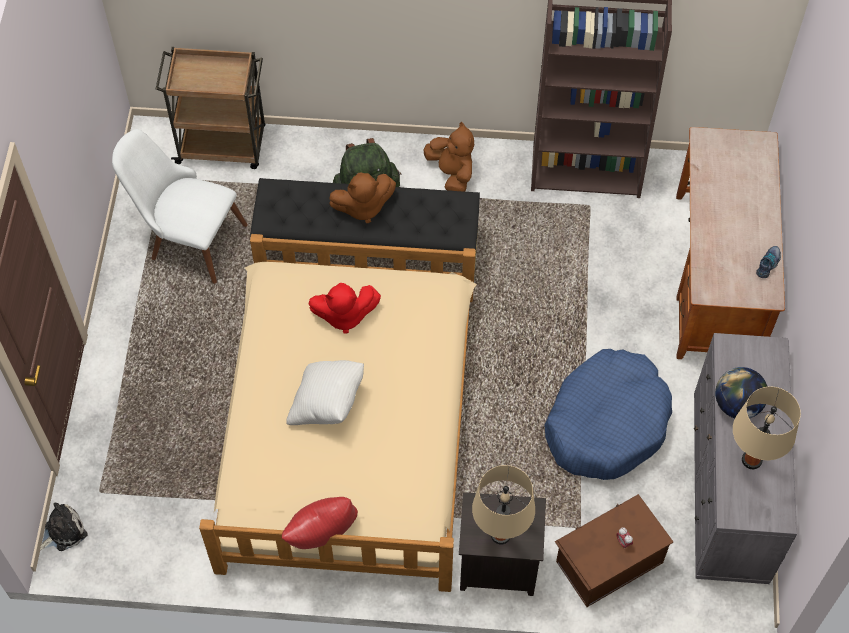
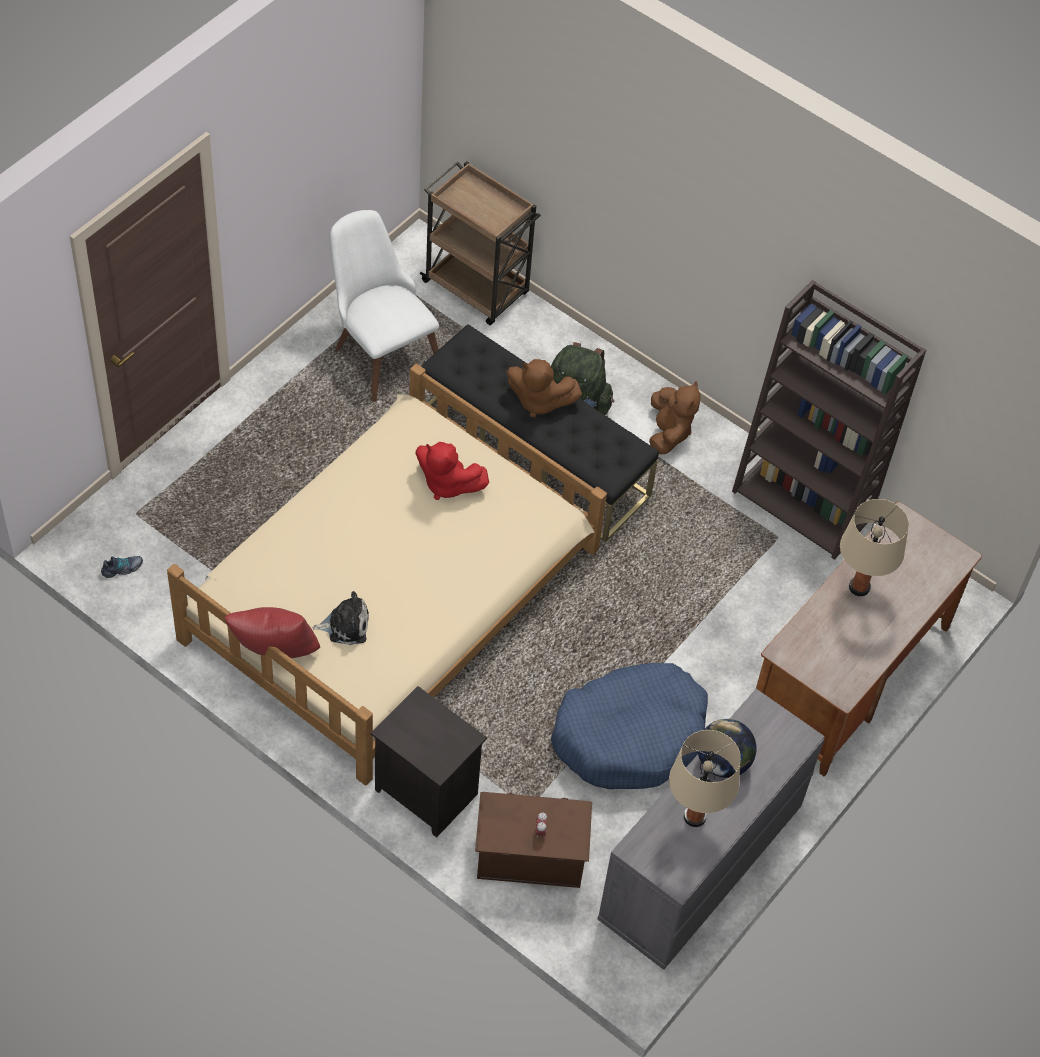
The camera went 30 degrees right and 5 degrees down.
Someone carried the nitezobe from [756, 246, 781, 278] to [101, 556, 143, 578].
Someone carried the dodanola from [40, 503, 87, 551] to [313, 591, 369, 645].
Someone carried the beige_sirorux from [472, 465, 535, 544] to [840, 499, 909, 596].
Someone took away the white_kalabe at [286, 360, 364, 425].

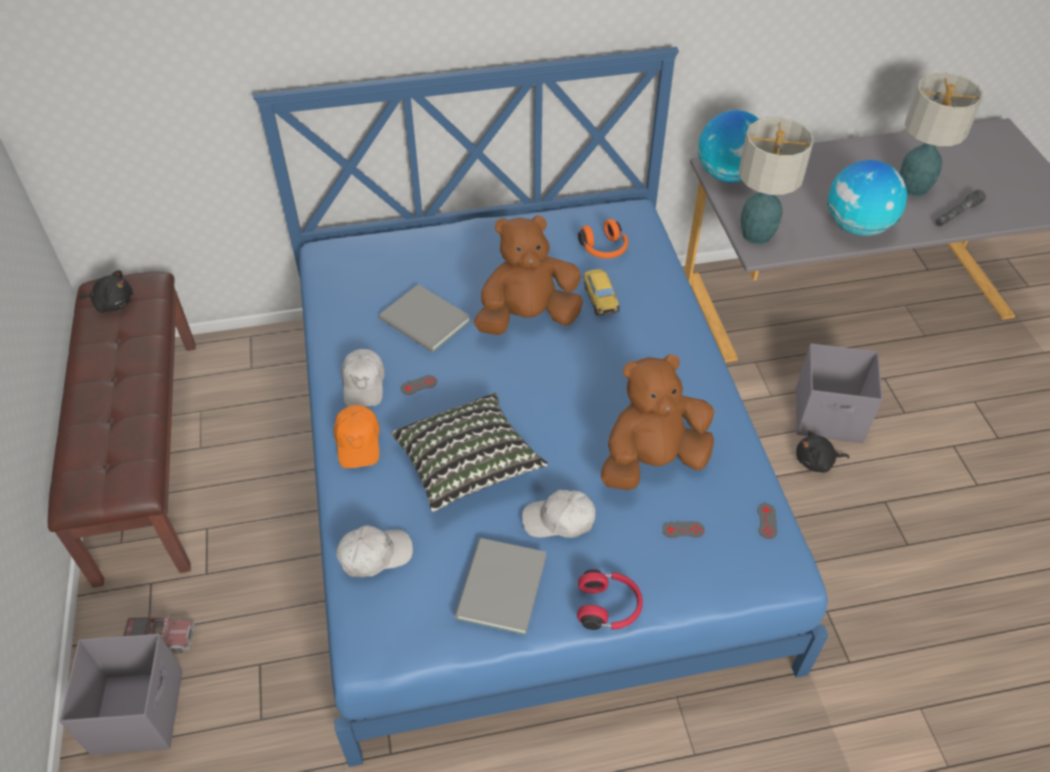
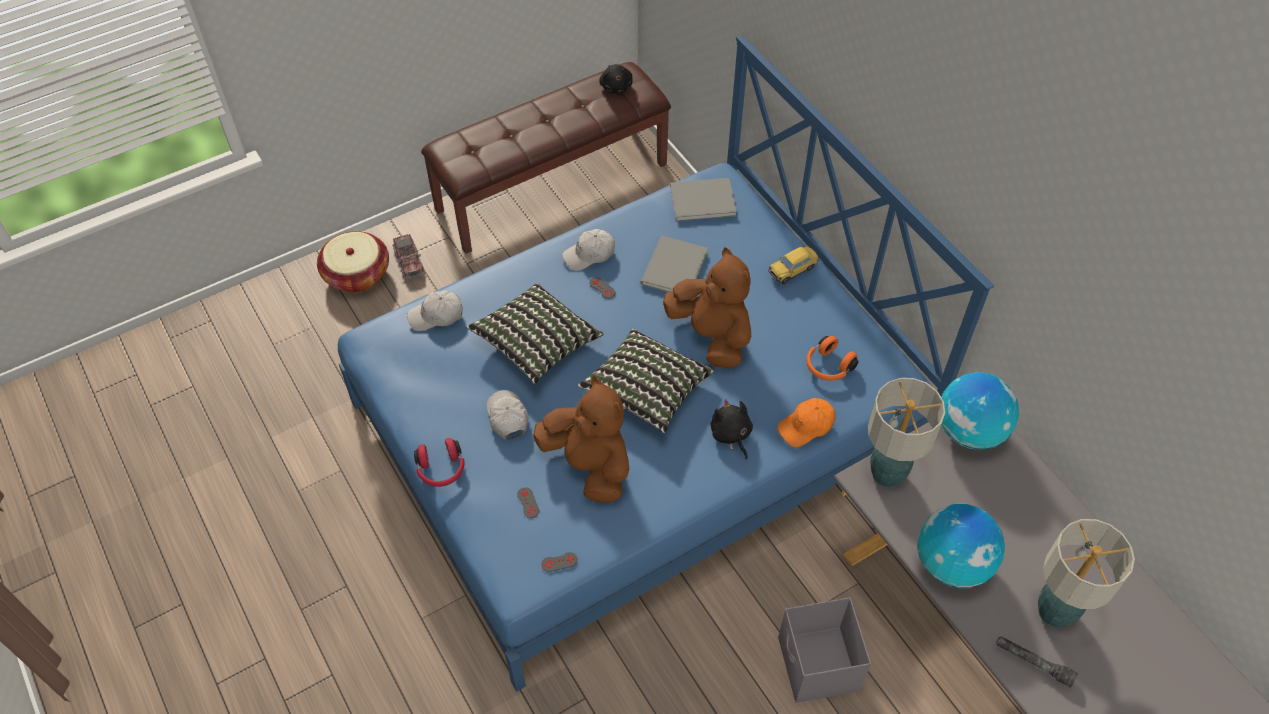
The camera went 70 degrees right and 5 degrees up.
Someone swapped the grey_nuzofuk at [59, 634, 182, 755] for the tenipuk at [317, 231, 389, 293].
Someone rotated the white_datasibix at [336, 525, 413, 577] by 120 degrees clockwise.
Someone put down the kalabe at [578, 328, 715, 433].
Someone carried the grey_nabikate from [455, 538, 546, 635] to [670, 178, 737, 221].
Someone carried the black_dodanola from [796, 430, 850, 473] to [711, 399, 753, 460].
Someone carried the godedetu from [583, 269, 620, 316] to [768, 247, 820, 284].
Someone carried the orange_datasibix from [334, 405, 380, 468] to [777, 398, 836, 447].

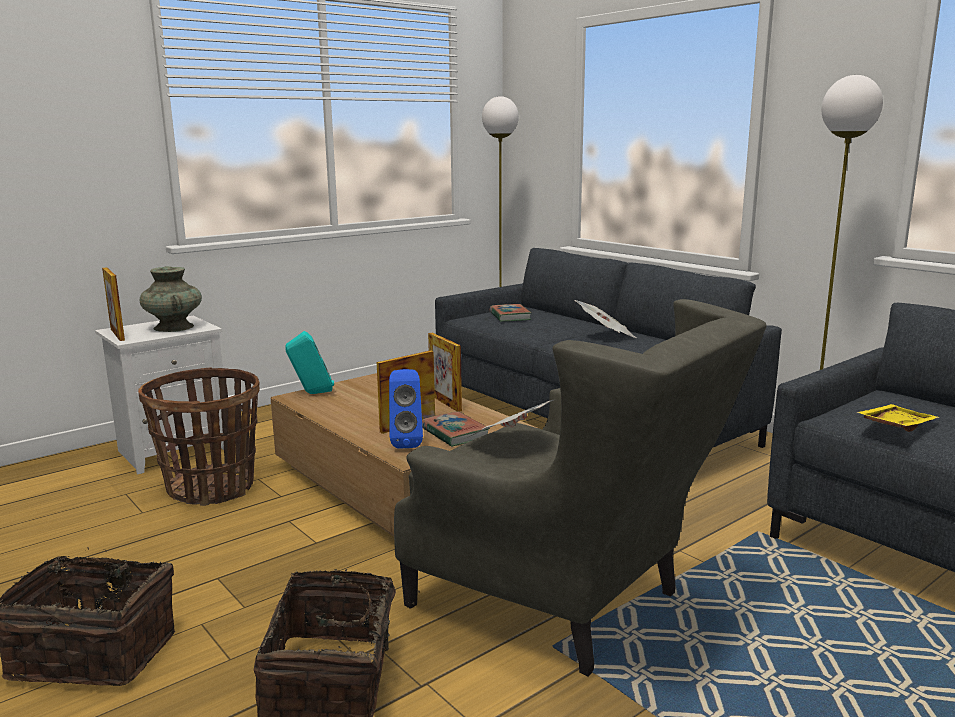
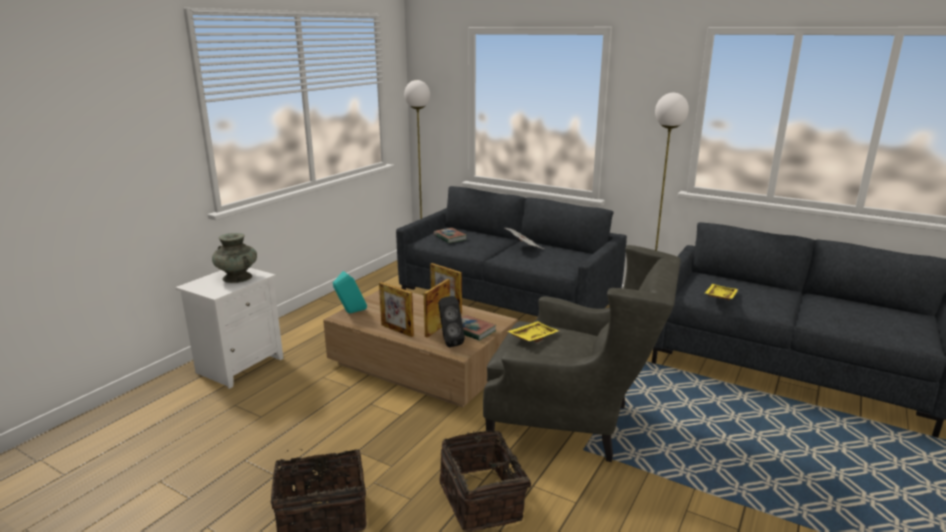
The camera went 20 degrees left and 5 degrees up.
Someone carried the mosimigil from [102, 267, 125, 341] to [379, 282, 414, 337].
Someone repainted the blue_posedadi at [389, 369, 423, 448], which became the black_posedadi at [438, 296, 465, 347].
Someone swapped the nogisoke at [464, 400, 553, 439] for the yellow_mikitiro at [507, 321, 559, 342].
Someone took away the tenipuk at [138, 367, 259, 506].

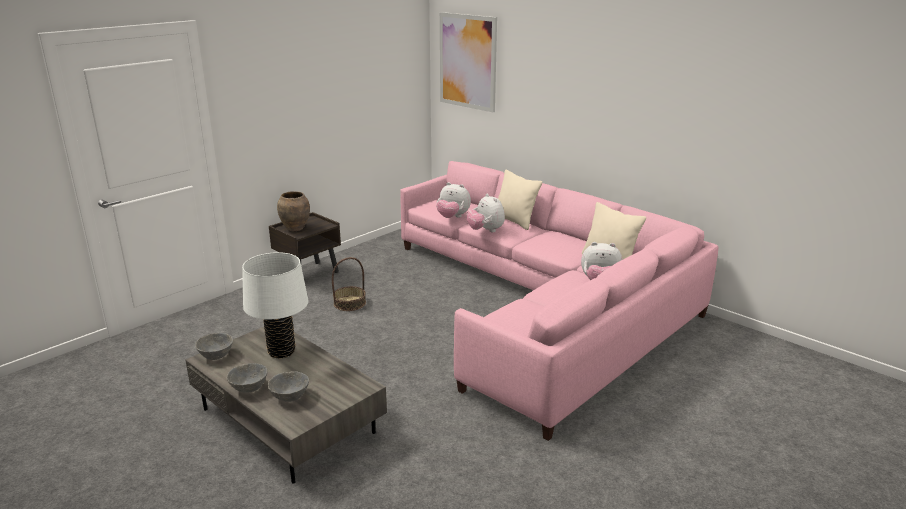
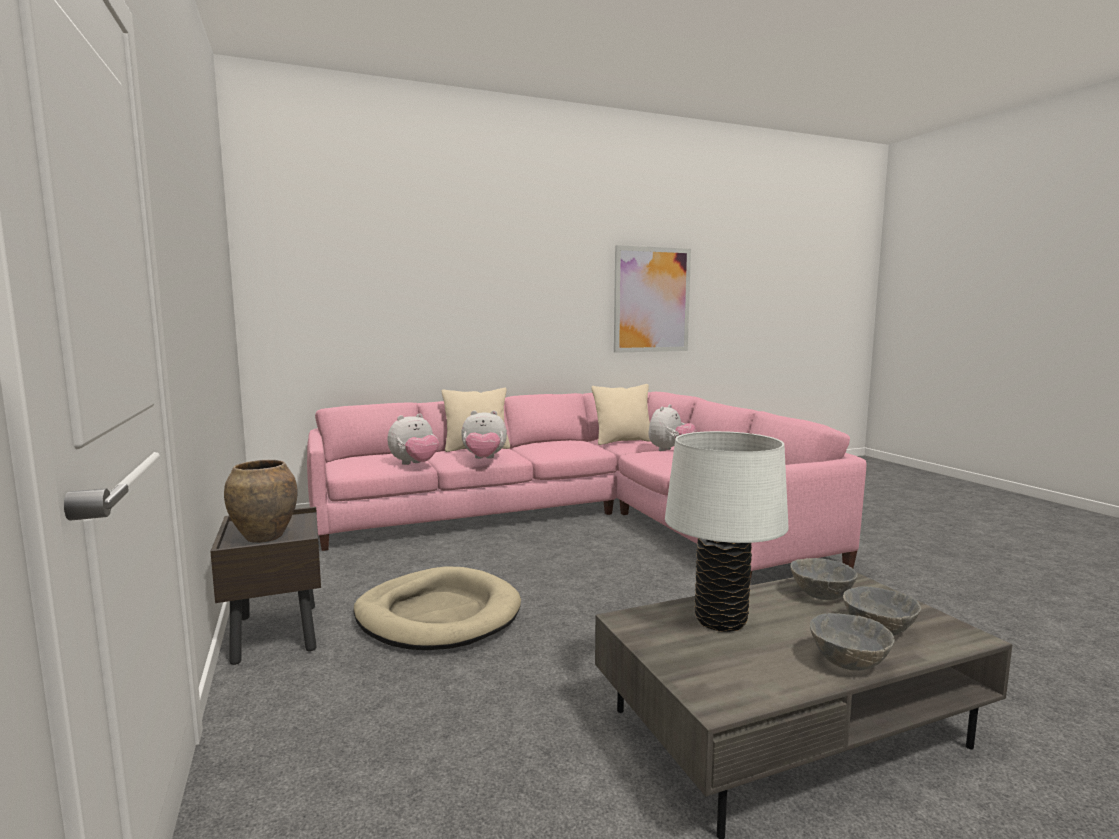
The camera went 65 degrees left and 15 degrees down.
Someone swapped the tenipuk at [332, 257, 366, 311] for the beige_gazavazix at [353, 566, 521, 650].
Someone carried the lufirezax from [440, 12, 497, 112] to [614, 245, 691, 353].
Someone carried the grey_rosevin from [195, 333, 233, 360] to [790, 558, 858, 600].

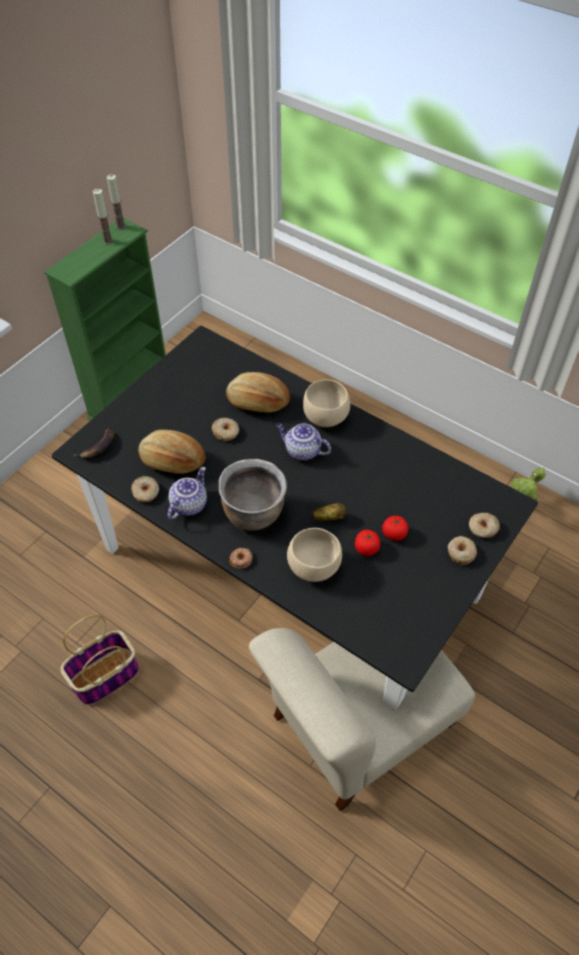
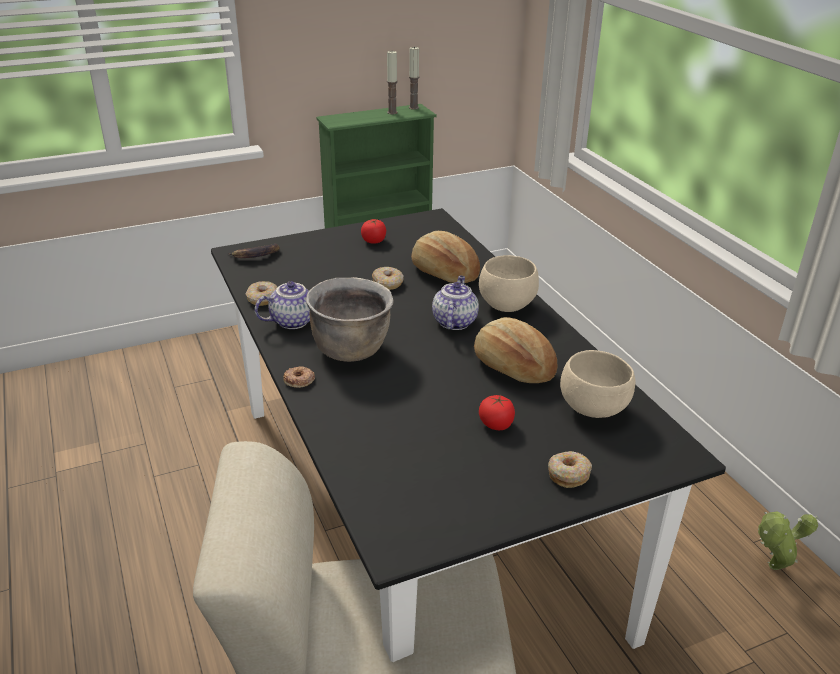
The camera went 30 degrees right and 20 degrees down.
Someone carried the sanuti from [355, 530, 380, 556] to [361, 219, 386, 244].
Someone rotated the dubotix at [276, 423, 331, 461] by 45 degrees clockwise.
Someone carried the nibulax from [138, 430, 206, 474] to [474, 317, 558, 383].
Someone carried the beige_rosevin from [287, 528, 342, 582] to [560, 350, 635, 418].
Someone took away the tenipuk at [60, 615, 139, 705].
Someone took away the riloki at [312, 503, 347, 521].
Someone took away the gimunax at [469, 513, 500, 538].

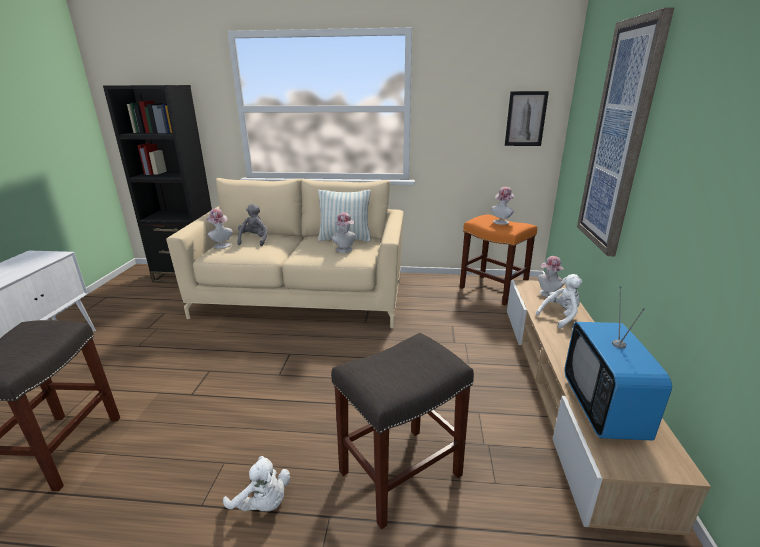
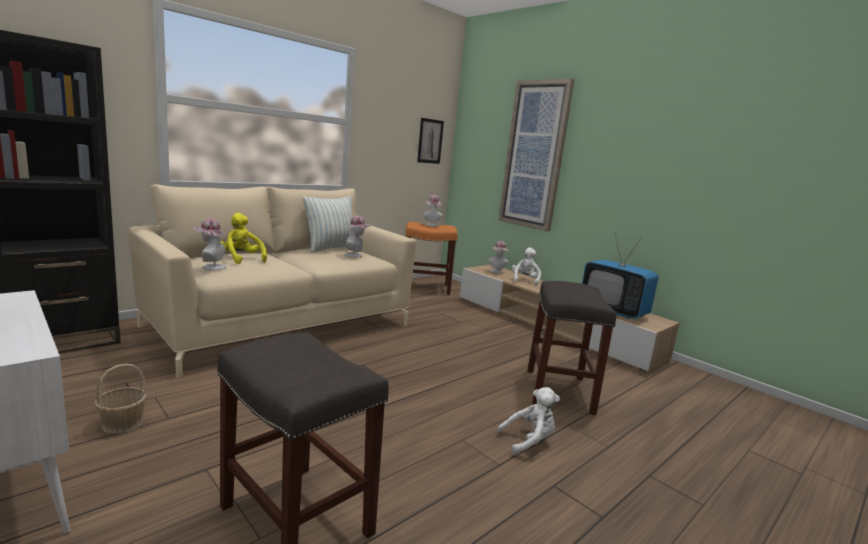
The camera went 50 degrees left and 10 degrees down.
Someone put down the tenipuk at [95, 364, 147, 434].
Someone repainted the grey_dodanola at [238, 203, 268, 246], which became the yellow_dodanola at [220, 213, 267, 264].

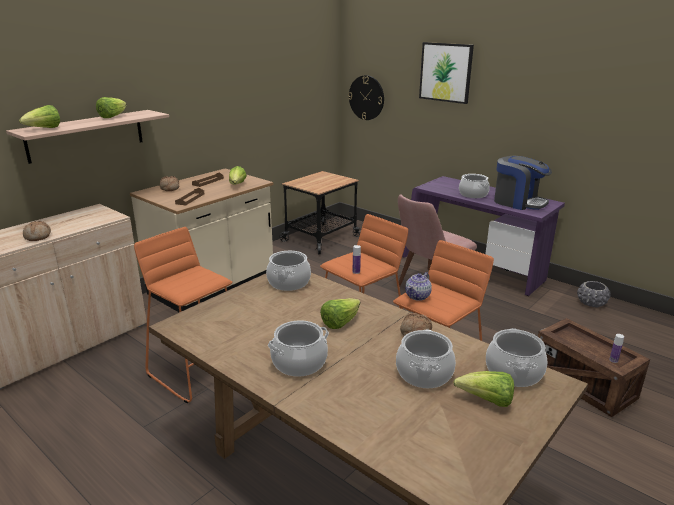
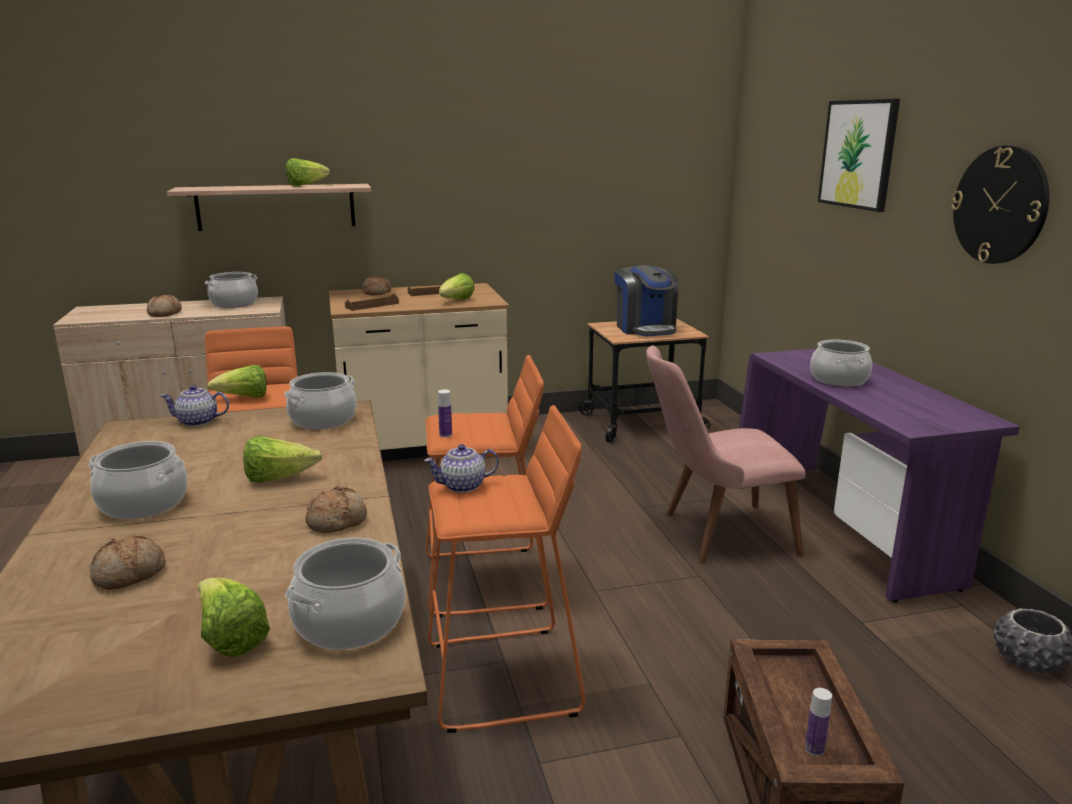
The camera went 35 degrees right and 5 degrees down.
Someone put down the nibulax at [90, 535, 166, 590].
Someone put down the dubotix at [160, 385, 229, 427].
Someone carried the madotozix from [396, 330, 456, 388] to [205, 272, 258, 308].
Someone carried the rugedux from [19, 105, 60, 128] to [207, 365, 267, 398].
Someone carried the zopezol from [494, 156, 552, 210] to [614, 265, 678, 336].
Someone carried the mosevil from [348, 75, 384, 120] to [951, 146, 1049, 264].

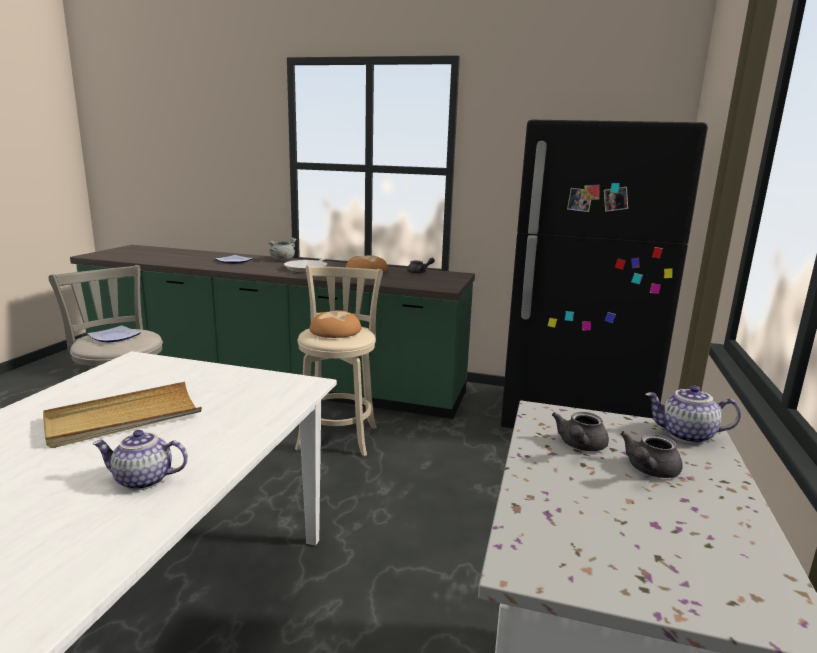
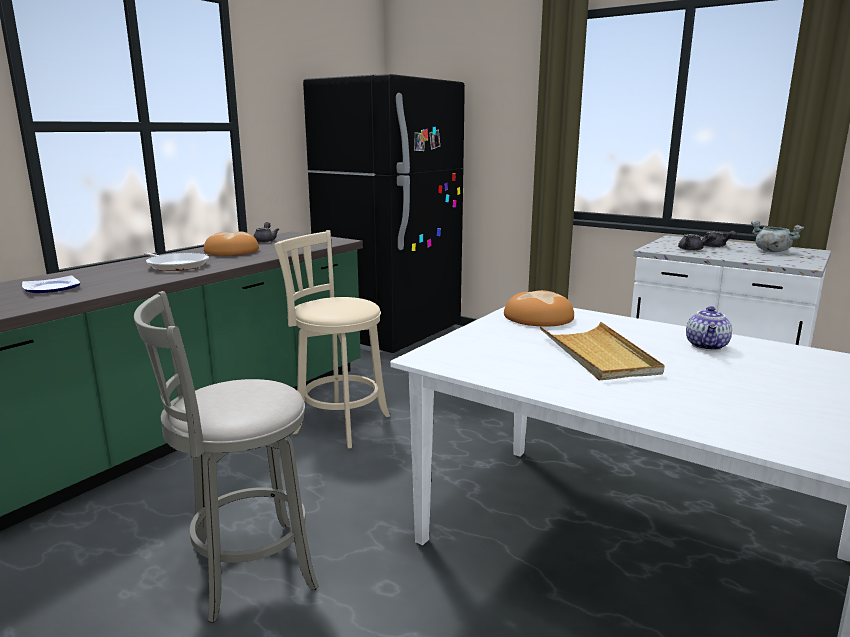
The camera went 70 degrees left and 0 degrees up.
Someone carried the nibulax from [310, 310, 361, 338] to [504, 290, 574, 327].
Someone carried the grey_madotozix from [269, 238, 297, 260] to [751, 221, 804, 252].
Someone took away the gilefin at [87, 326, 141, 343].
Someone took away the dubotix at [645, 385, 741, 444].

